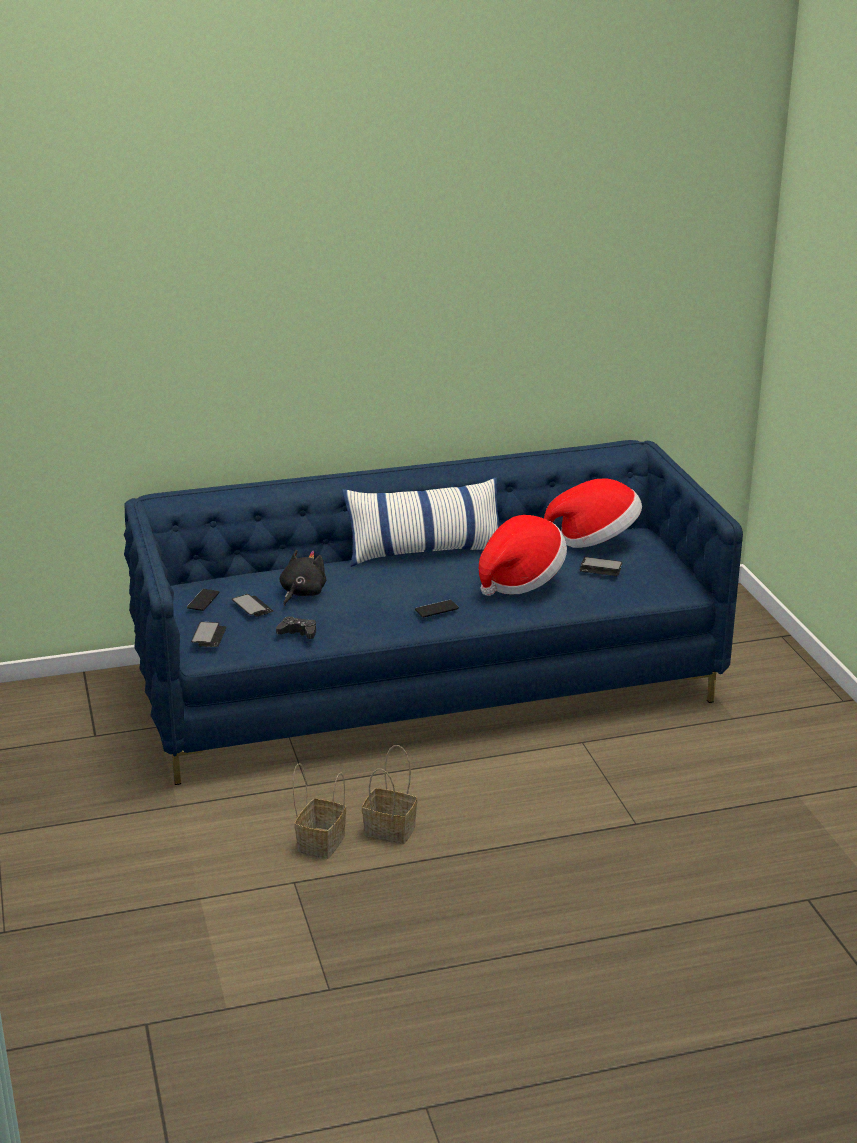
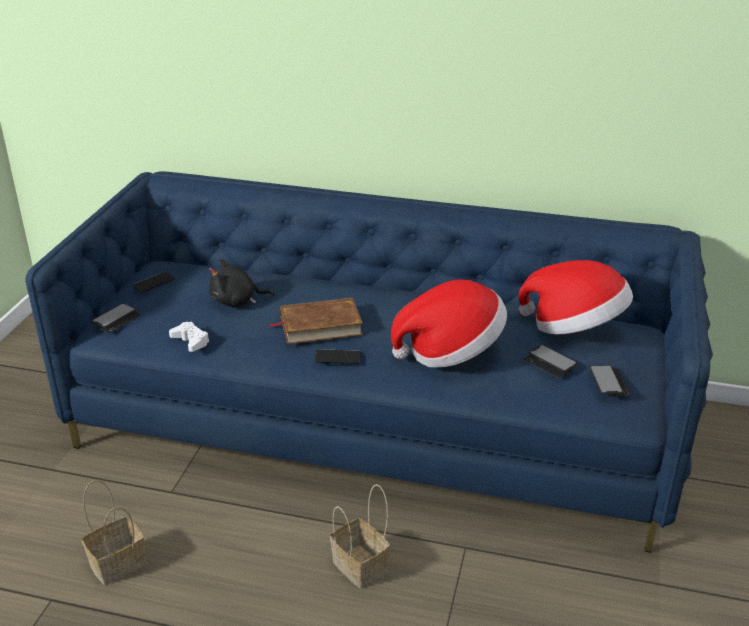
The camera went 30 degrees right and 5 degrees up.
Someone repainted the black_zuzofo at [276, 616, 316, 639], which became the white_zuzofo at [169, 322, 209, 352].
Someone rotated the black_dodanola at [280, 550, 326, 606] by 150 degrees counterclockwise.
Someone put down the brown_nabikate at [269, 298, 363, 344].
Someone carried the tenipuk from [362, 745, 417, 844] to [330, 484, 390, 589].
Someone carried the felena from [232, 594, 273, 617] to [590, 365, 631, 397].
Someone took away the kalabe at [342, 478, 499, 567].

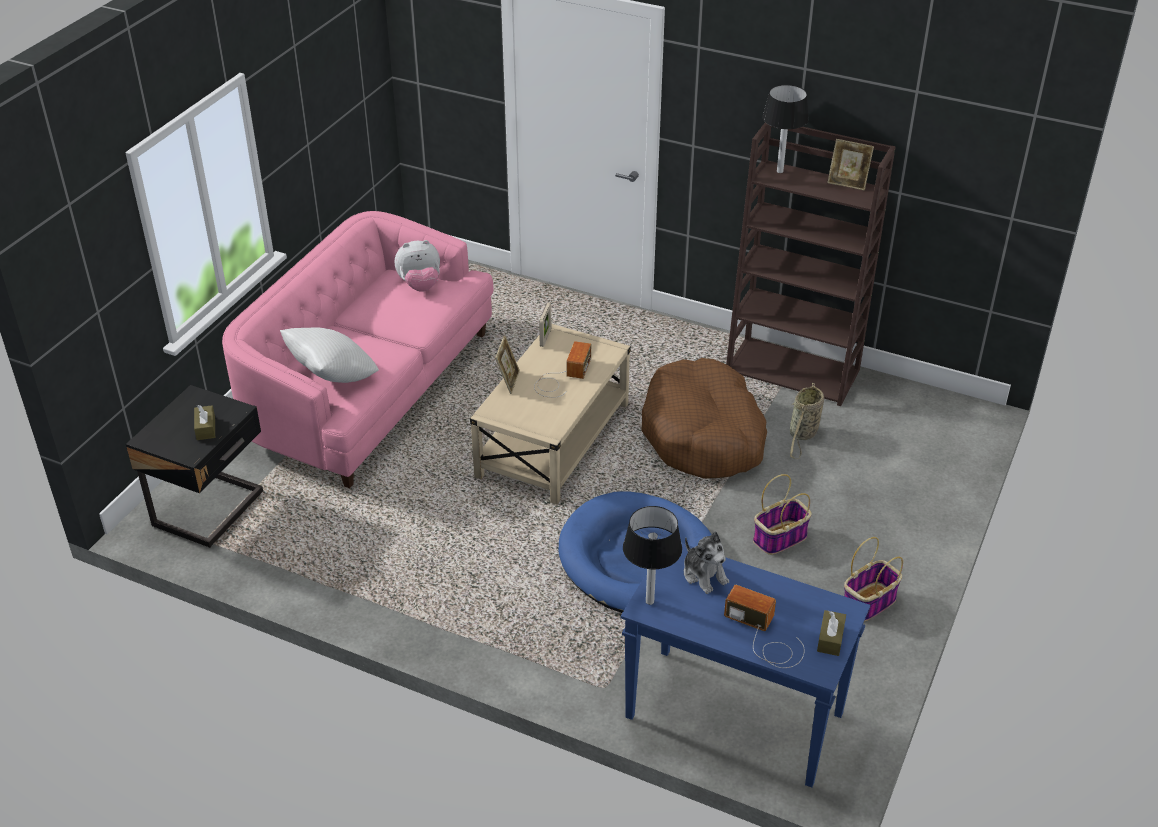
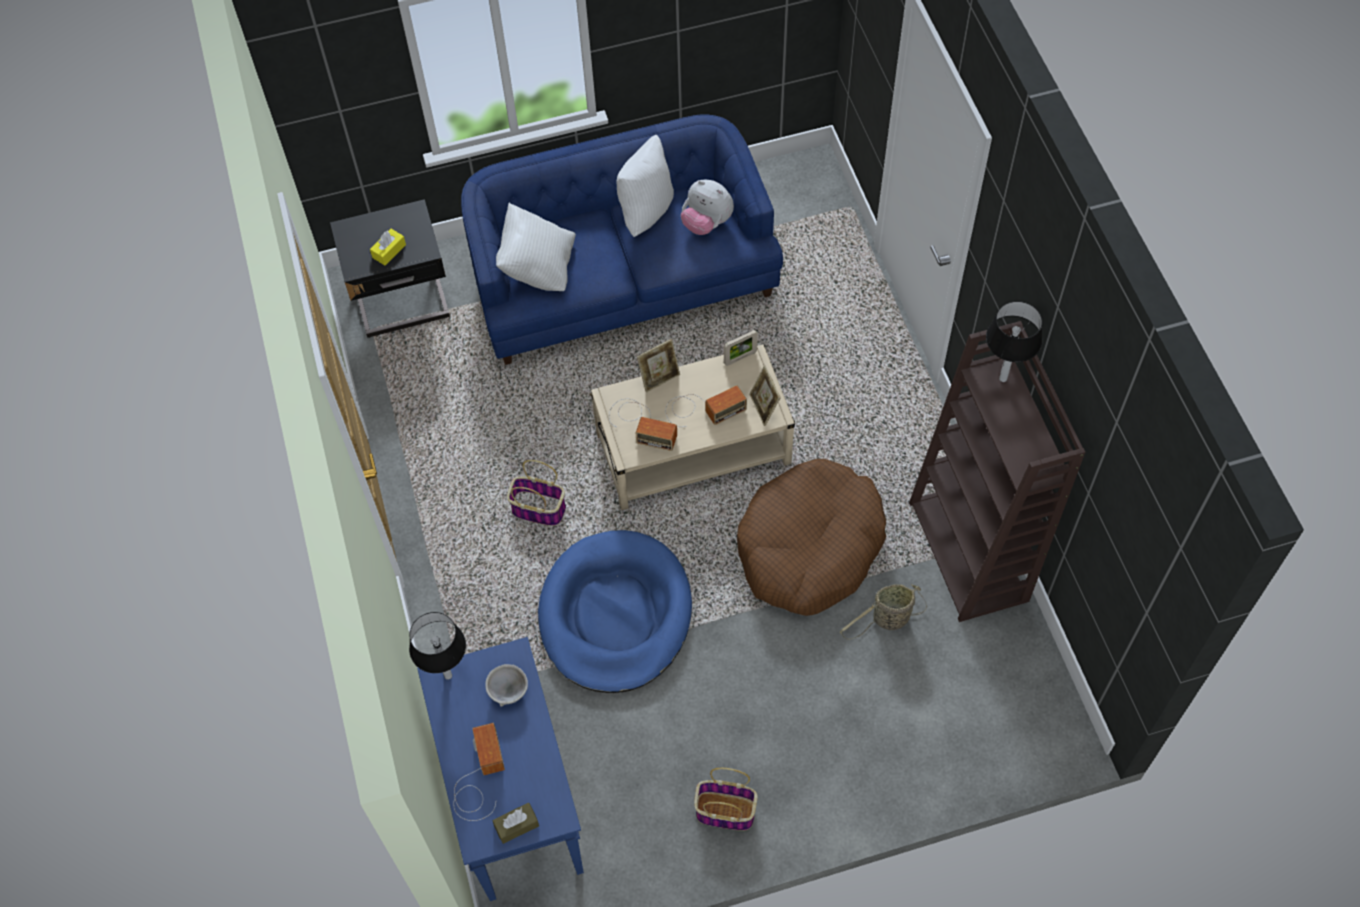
The camera went 50 degrees right and 20 degrees up.
Someone repainted the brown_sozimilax at [194, 405, 215, 440], which became the yellow_sozimilax at [370, 229, 406, 265].
Someone repainted the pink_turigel at [222, 211, 494, 488], which became the blue_turigel at [461, 114, 783, 365].
Someone swapped the dodanola at [684, 531, 729, 594] for the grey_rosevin at [485, 664, 528, 707].
Someone carried the tenipuk from [753, 474, 812, 555] to [507, 460, 566, 526].
Someone put down the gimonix at [609, 399, 677, 451].
Someone put down the white_kalabe at [617, 135, 674, 237].
Someone carried the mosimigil from [827, 139, 874, 191] to [749, 365, 781, 426].

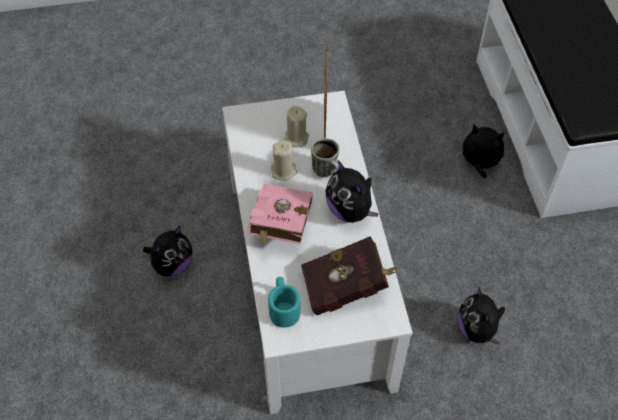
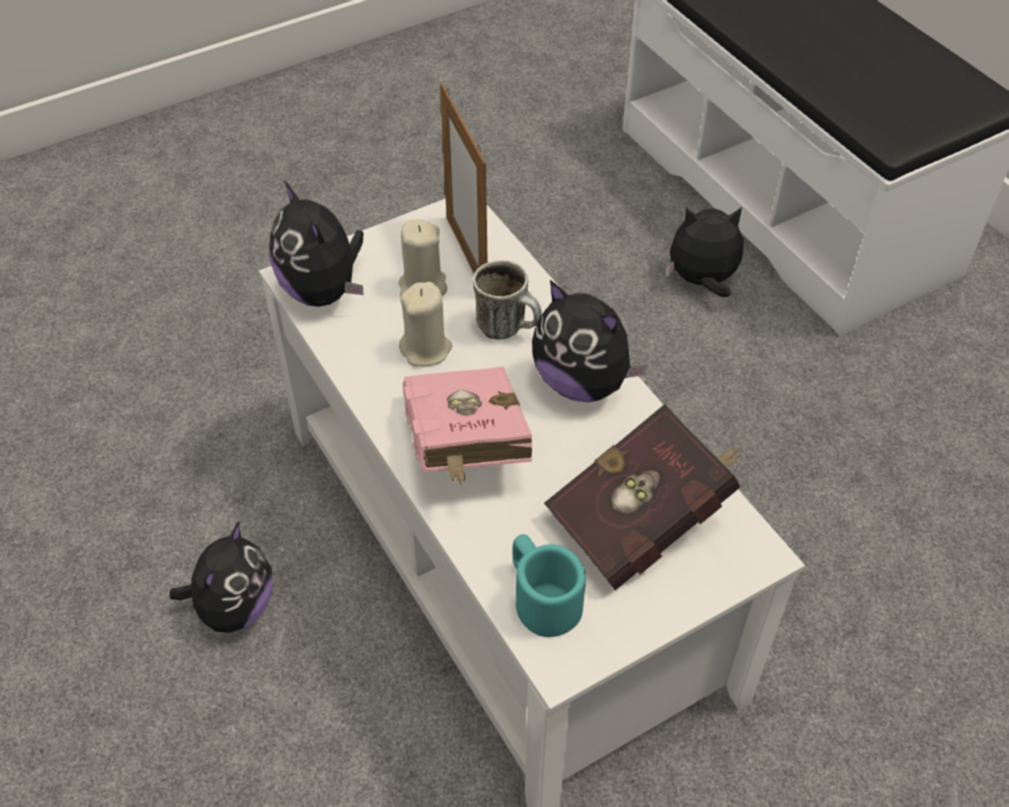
The camera went 20 degrees left and 5 degrees down.
Someone carried the dodanola from [458, 286, 505, 345] to [269, 181, 364, 307].

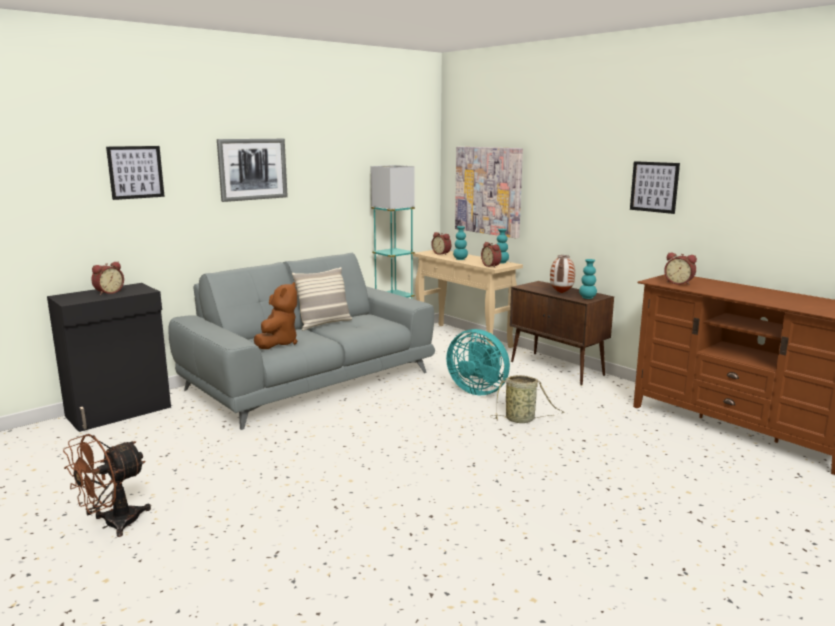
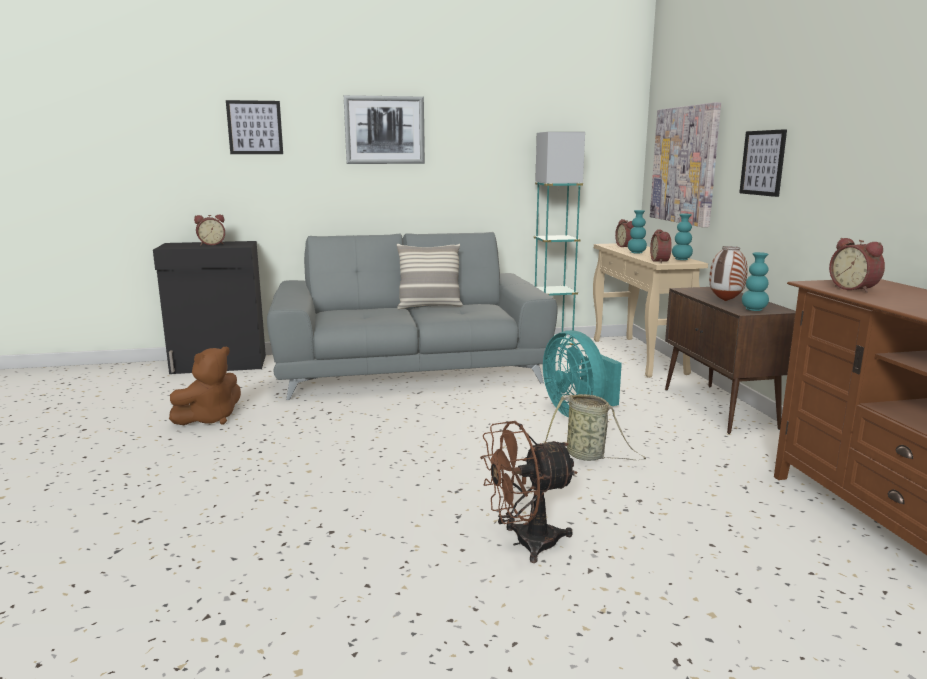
The camera went 30 degrees right and 0 degrees up.
Someone carried the brown_dodanola from [254, 282, 297, 349] to [169, 347, 241, 425].
Someone carried the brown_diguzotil from [63, 434, 151, 537] to [480, 421, 578, 563].
Someone carried the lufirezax from [630, 161, 680, 214] to [739, 129, 787, 197].

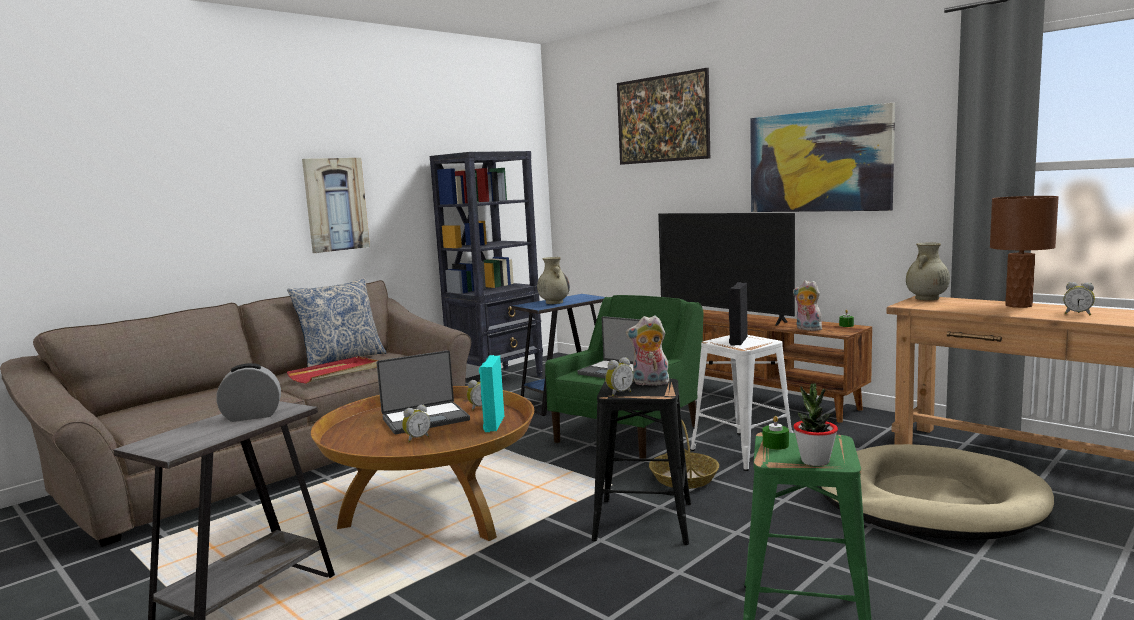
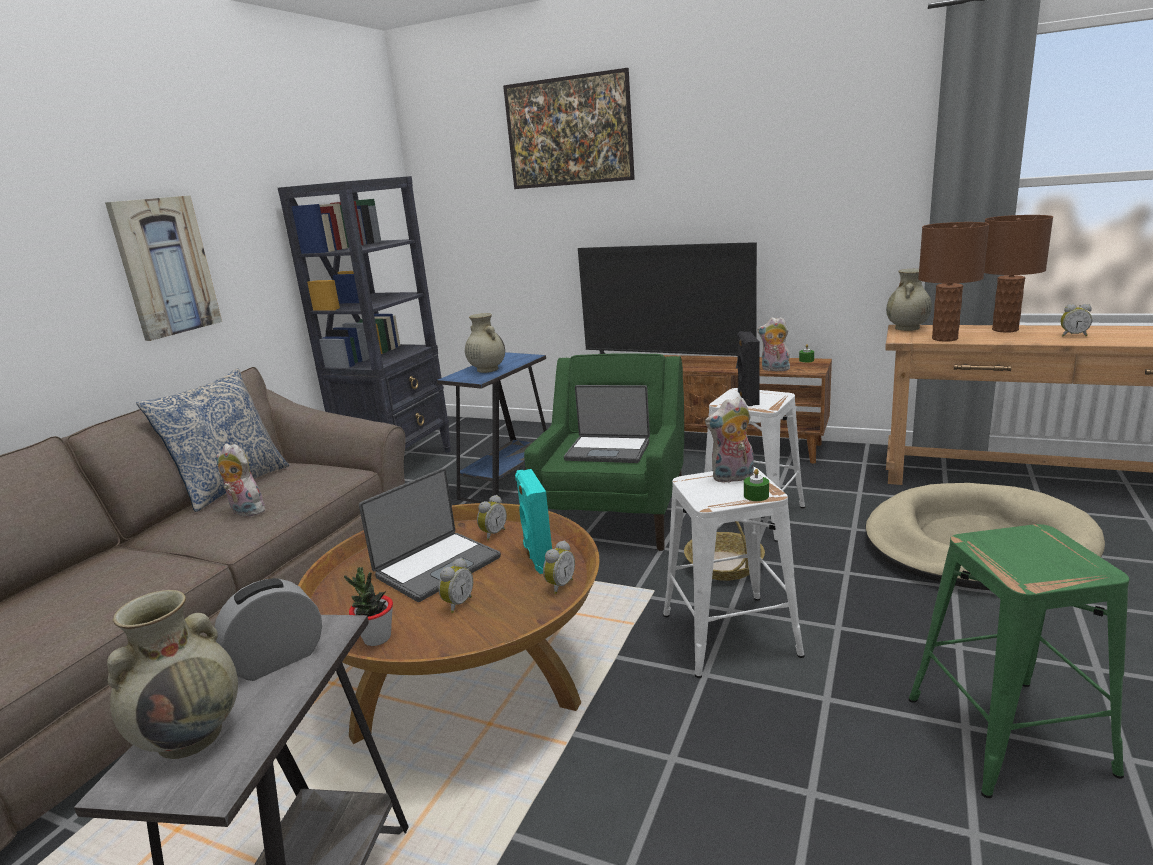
The camera went 20 degrees left and 10 degrees up.
Someone put down the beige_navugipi at [107, 590, 238, 759].
Someone swapped the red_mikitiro at [287, 356, 378, 384] for the dodanola at [216, 444, 266, 517].
Someone carried the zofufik from [793, 383, 838, 466] to [344, 567, 393, 646].
Someone carried the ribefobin from [605, 357, 634, 397] to [543, 540, 575, 594].
Someone repainted the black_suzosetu at [592, 379, 691, 545], which became the white_suzosetu at [663, 467, 804, 678].
Someone carried the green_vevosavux from [763, 416, 789, 450] to [744, 469, 769, 501].
Someone put down the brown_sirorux at [918, 222, 989, 342].
Someone took away the lufirezax at [750, 103, 895, 212].

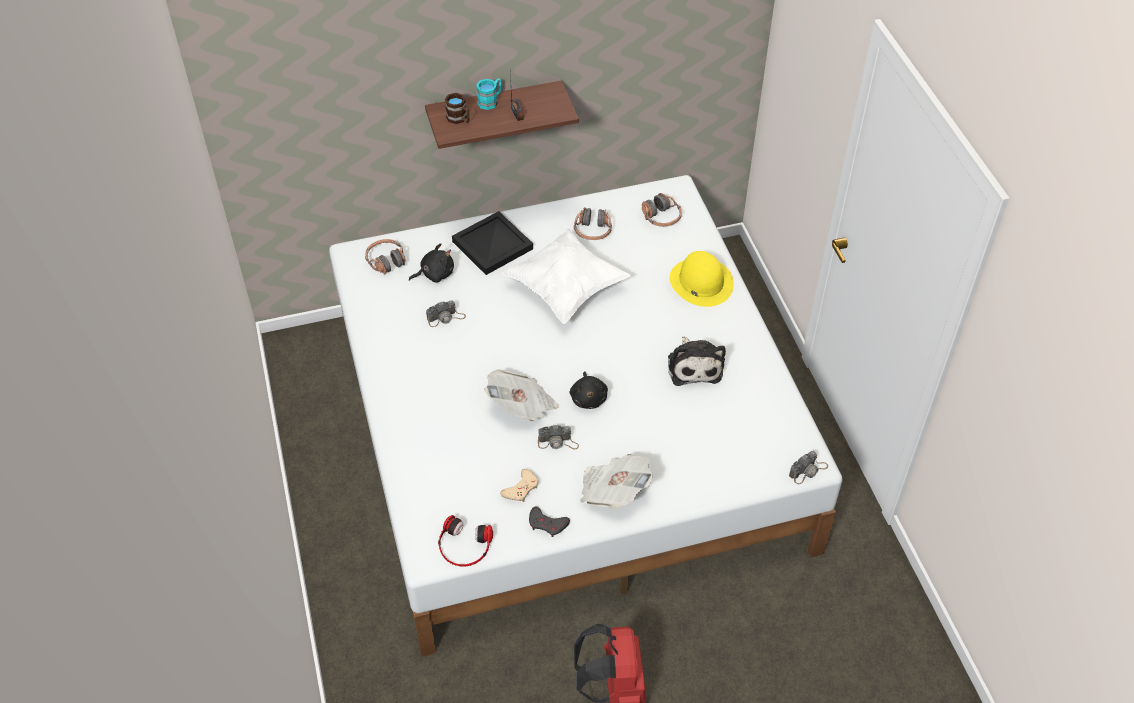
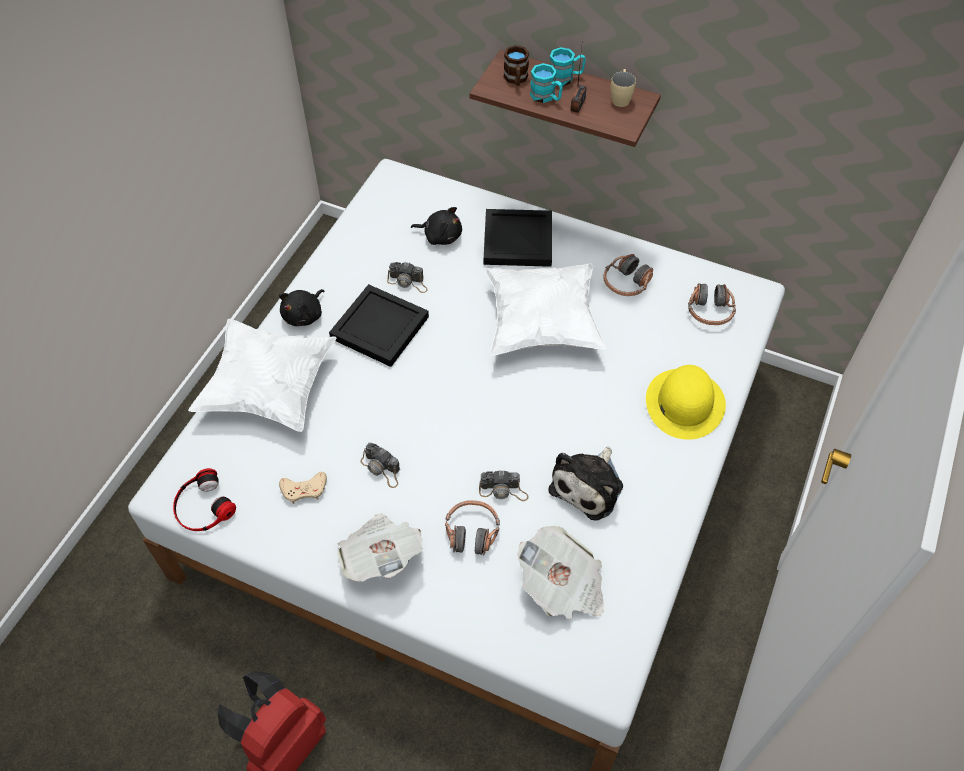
The camera went 40 degrees right and 5 degrees up.
Someone put down the white_kalabe at [188, 319, 337, 432].
Someone carried the black_dodanola from [570, 371, 608, 409] to [279, 289, 324, 326].
Someone put down the black_mikitiro at [329, 284, 429, 367].
Someone carried the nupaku from [365, 239, 406, 274] to [445, 500, 500, 556].
Someone carried the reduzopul from [789, 451, 828, 484] to [479, 470, 529, 501].
Someone carried the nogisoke from [484, 369, 559, 421] to [518, 526, 604, 619].
Someone put down the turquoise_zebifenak at [530, 63, 563, 103].
Someone put down the beige_zebifenak at [611, 69, 636, 107].
Someone took away the grey_zuzofo at [529, 506, 570, 537].

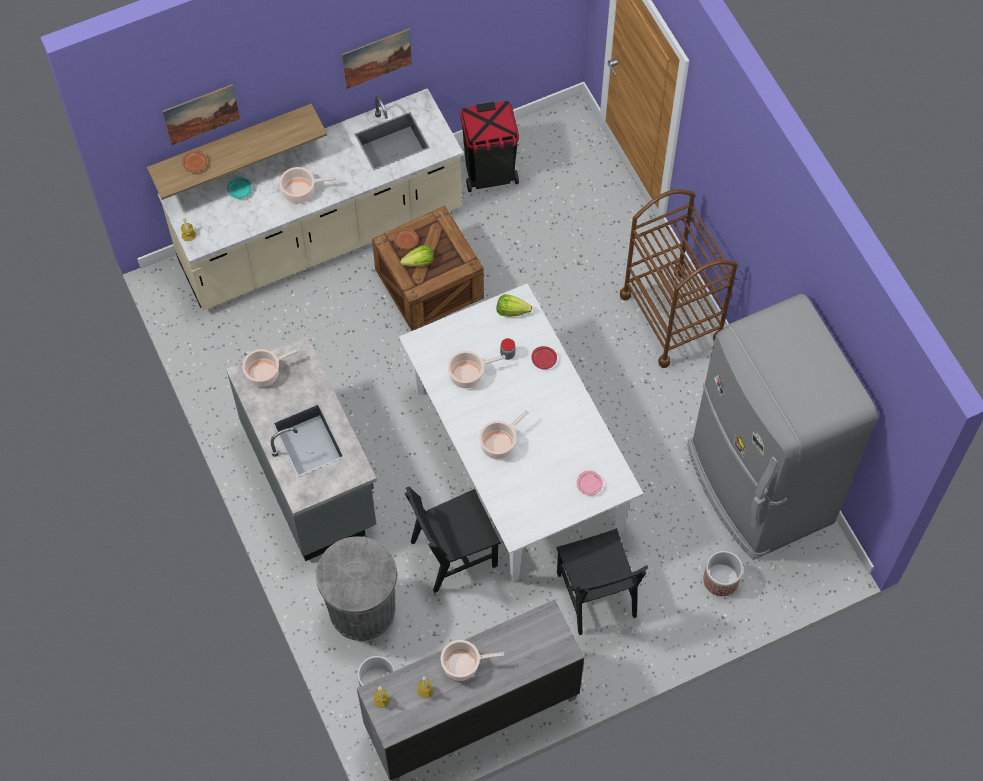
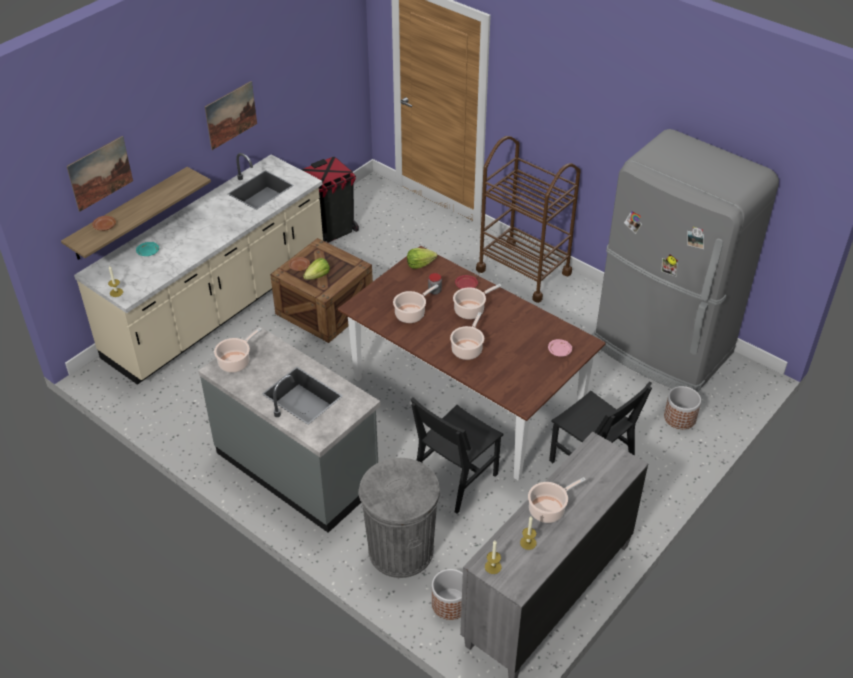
The camera went 25 degrees left and 20 degrees down.
Someone repainted the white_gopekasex at [399, 284, 643, 582], which became the brown_gopekasex at [338, 246, 605, 480].
Someone carried the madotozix from [279, 167, 336, 203] to [453, 284, 501, 319].

